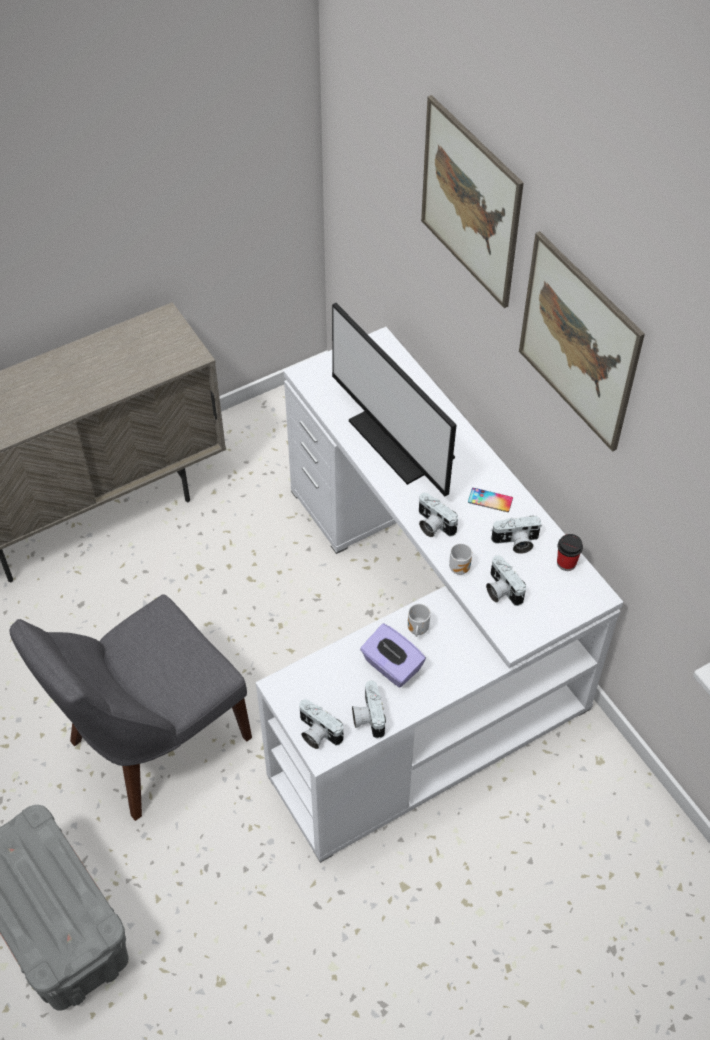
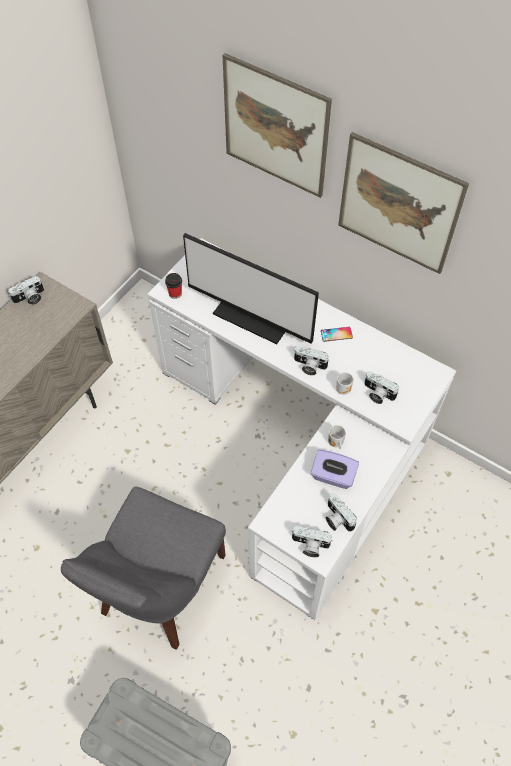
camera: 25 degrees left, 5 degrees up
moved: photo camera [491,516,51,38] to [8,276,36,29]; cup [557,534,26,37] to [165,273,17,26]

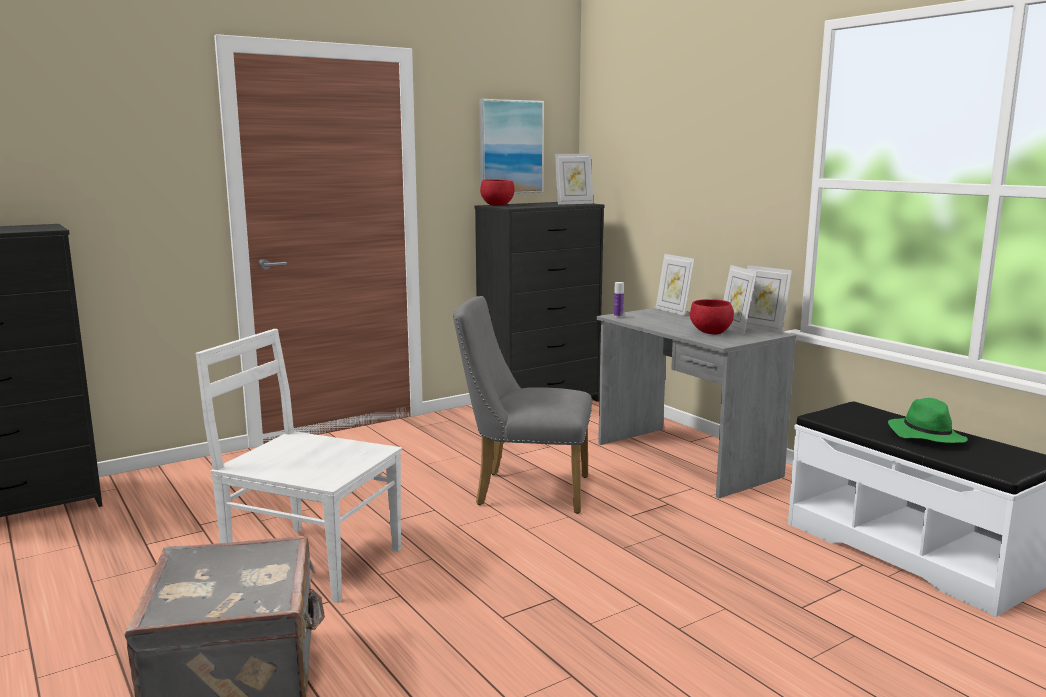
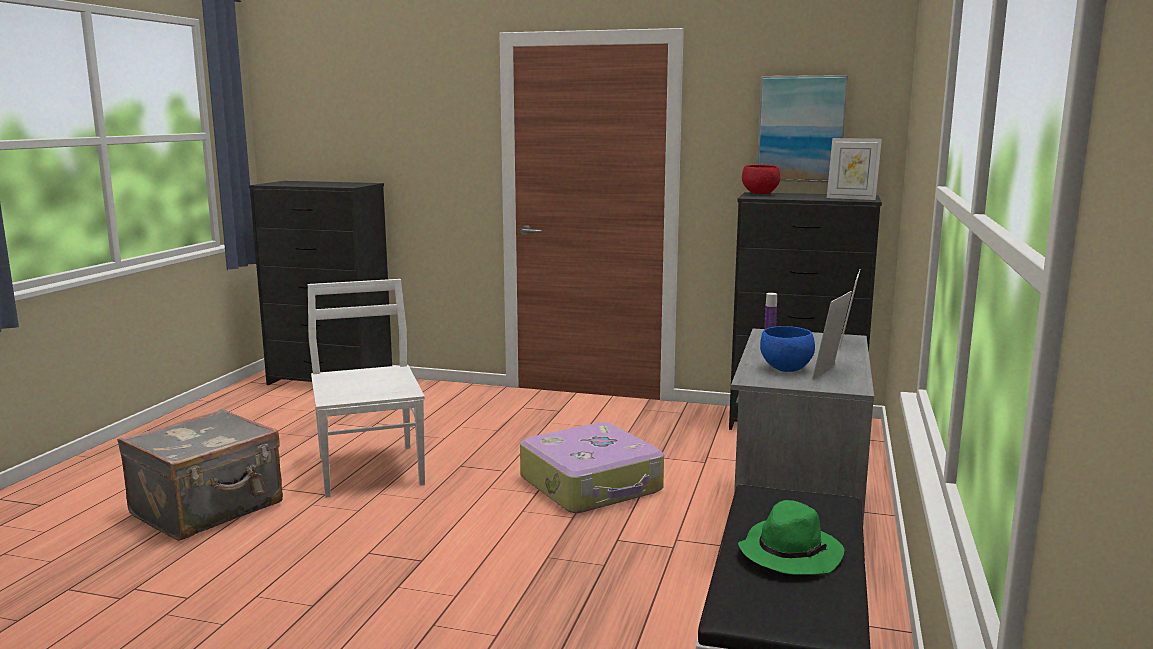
camera: 50 degrees right, 0 degrees up
removed: picture frame [746,265,46,68]
replaced: plain chair (gray) [453,296,139,218] to travel case [520,422,144,91]
recoloured: deep dish (red) [690,299,44,36] to deep dish (blue) [760,326,55,46]

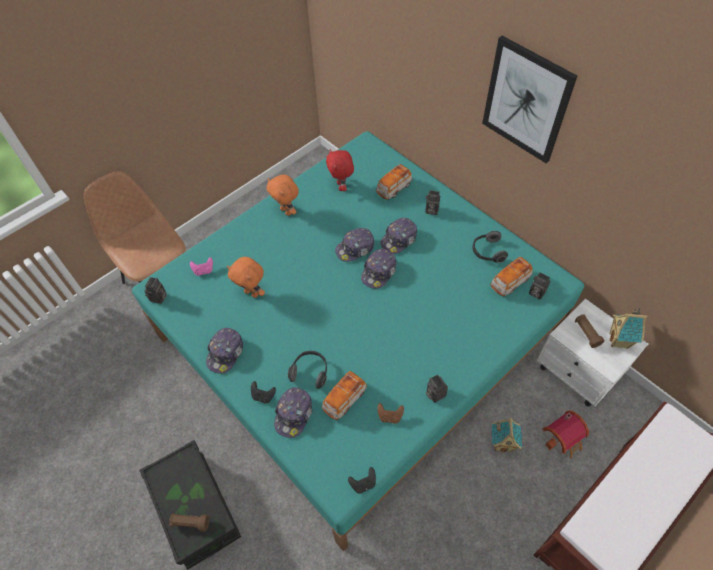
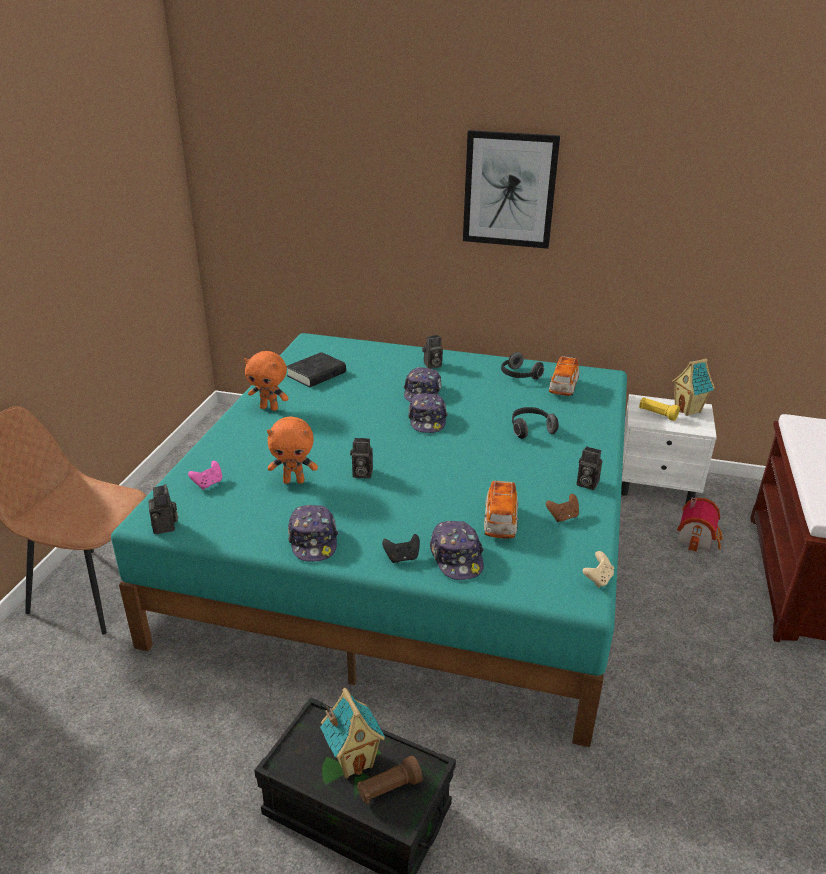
camera: 35 degrees left, 25 degrees down
removed: cap [335,228,39,34]; model car [376,164,36,36]
moved: headset [288,351,39,38] to [512,407,47,32]; miniature house [492,418,30,35] to [320,688,65,90]; photo camera [529,272,21,28] to [350,438,23,40]
replaced: cuddly toy (red) [326,149,28,42] to bound book (blackish) [286,352,60,35]
recoloured: joypad (blackish) [348,467,28,27] to joypad (beige-coloured) [583,551,31,37]; flashlight (brownish) [575,314,29,34] to flashlight (yellowish) [639,397,41,24]

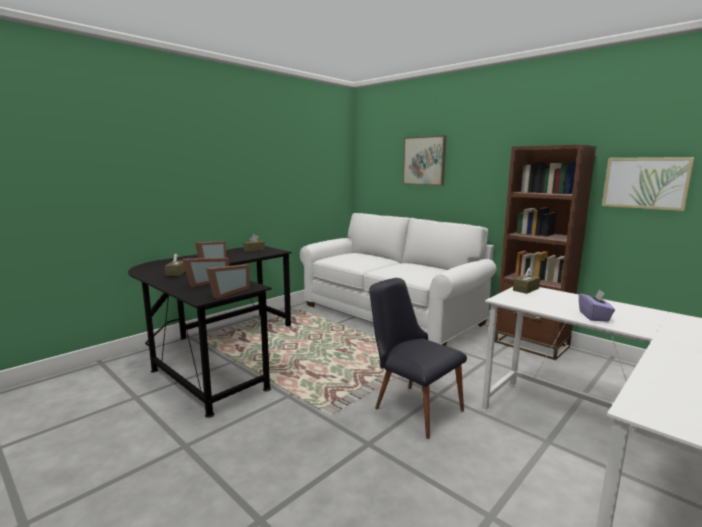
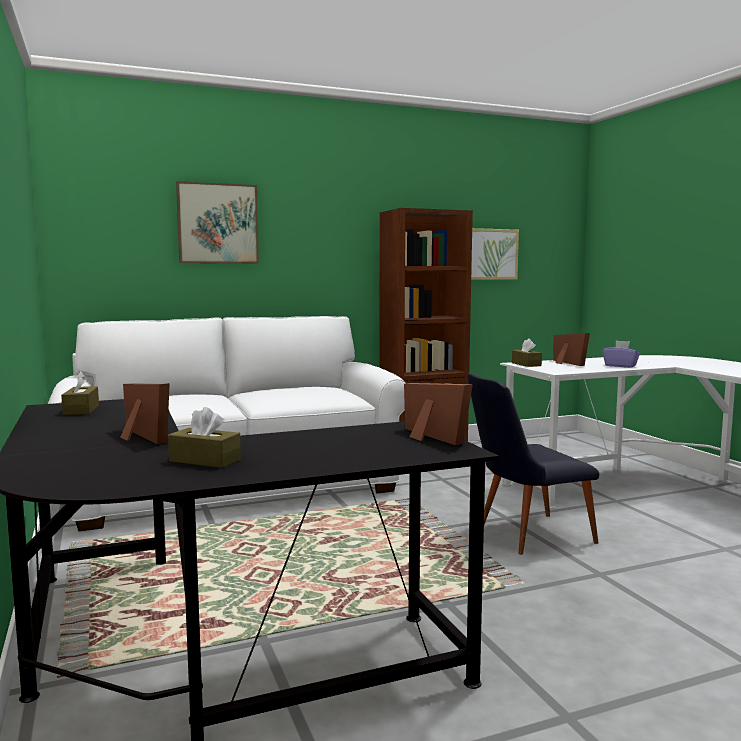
camera: 65 degrees left, 5 degrees down
moved: picture frame [182,258,47,29] to [553,333,37,33]

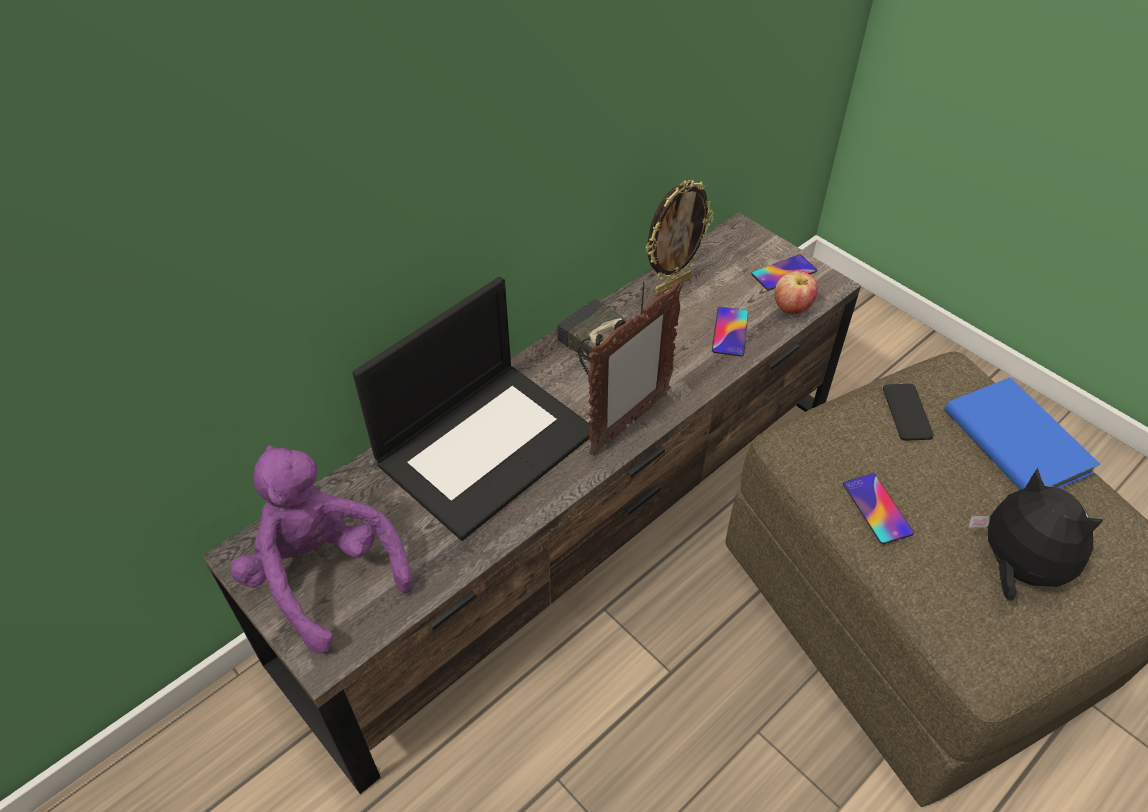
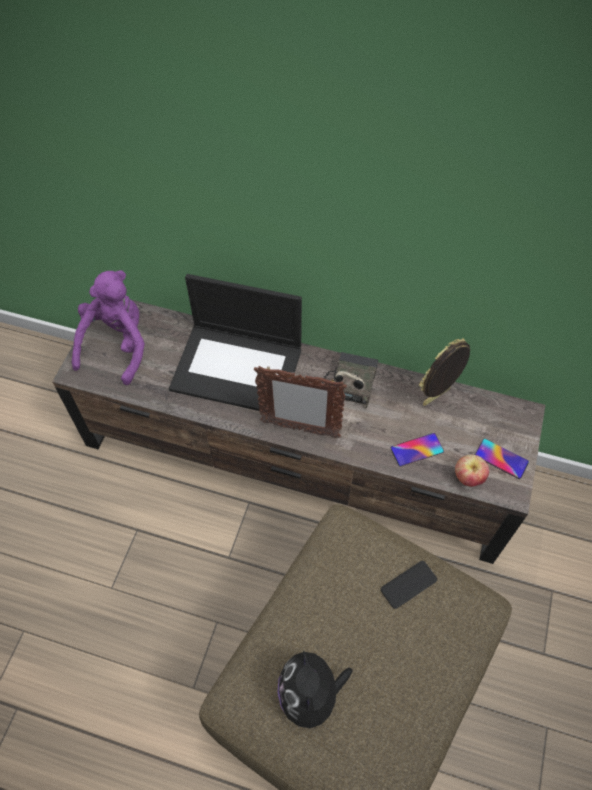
camera: 60 degrees right, 10 degrees up
removed: handset [843,474,71,70]; bound book (blue) [944,377,156,113]
turned: picture frame [645,180,69,115] = [419,338,51,68] 120 degrees clockwise; cuddly toy [969,468,135,133] = [278,651,75,81] 150 degrees clockwise

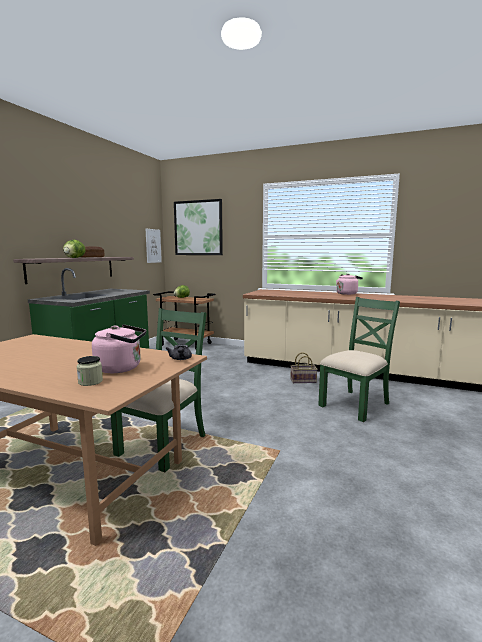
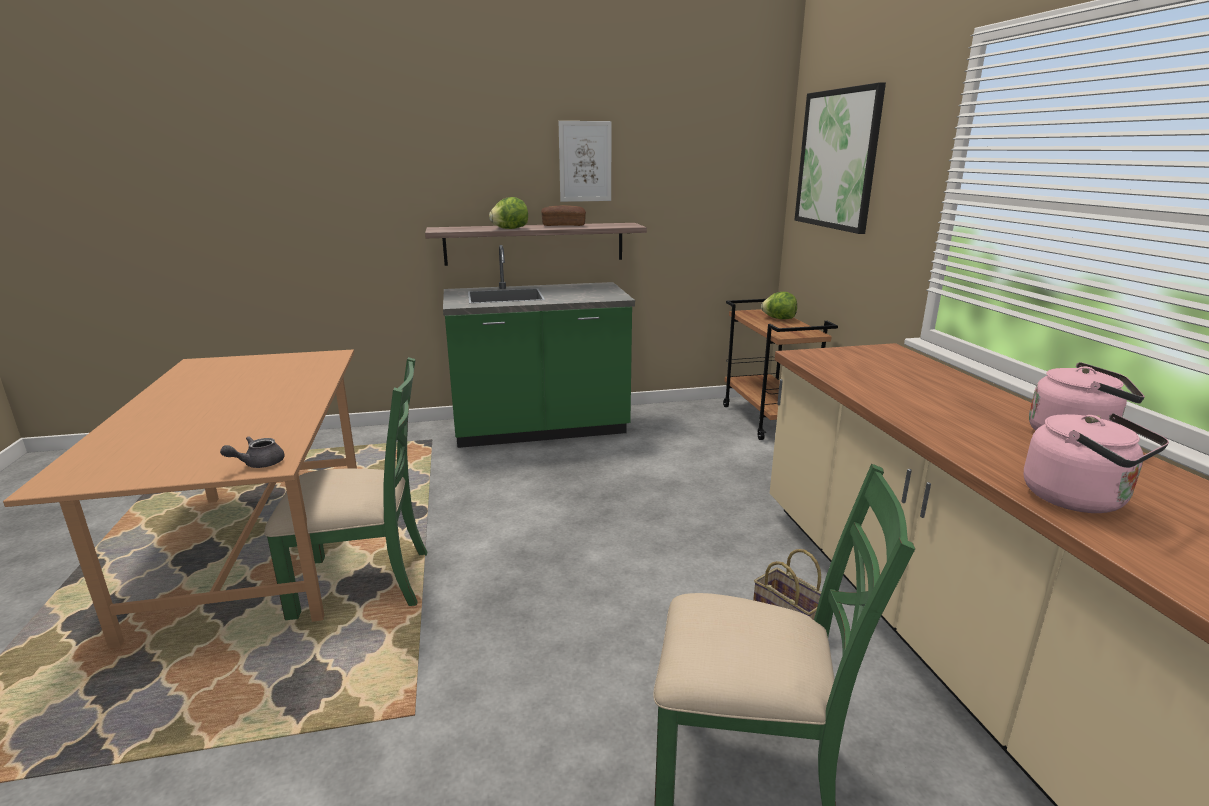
camera: 55 degrees right, 10 degrees up
removed: jar [77,356,26,30]
moved: water kettle (pinkish) [92,324,54,49] to [1024,413,145,100]; wall art [146,229,16,34] to [559,121,53,81]

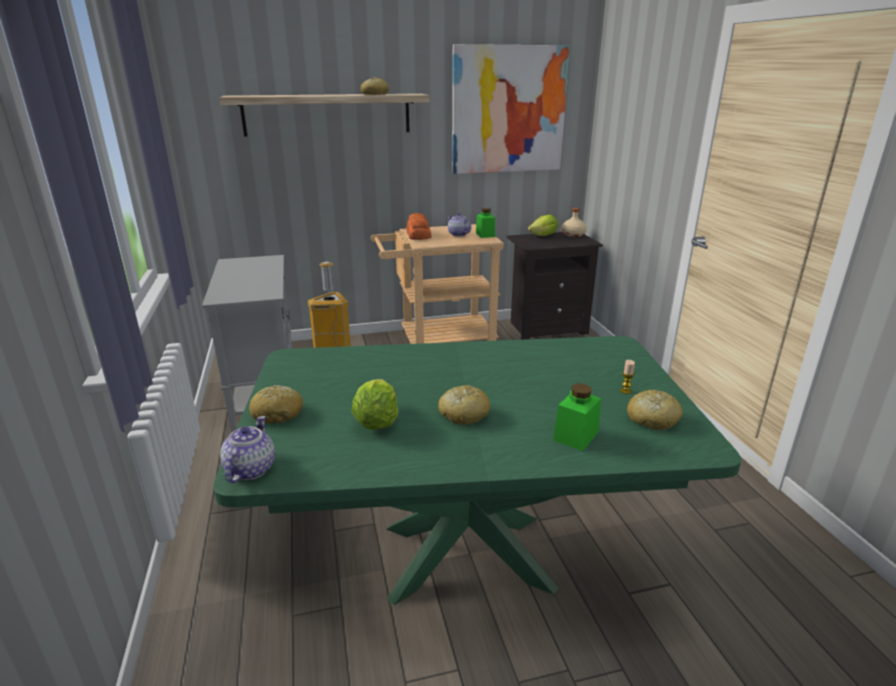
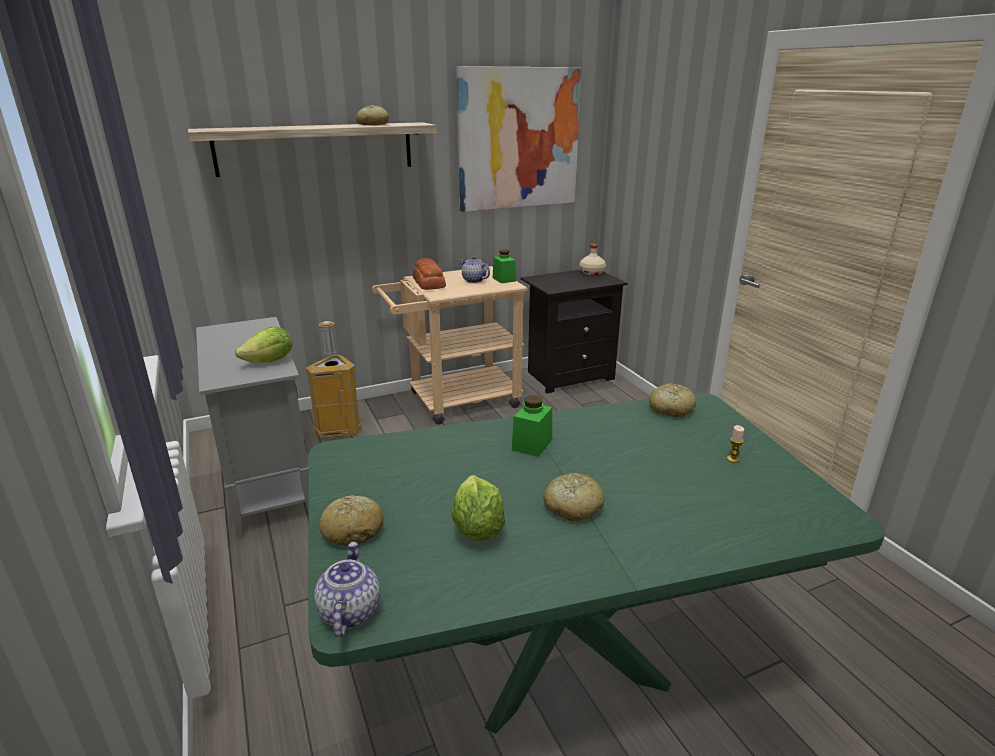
camera: 10 degrees left, 0 degrees up
moved: head of lettuce [528,214,30,22] to [235,326,57,37]; jar (green-coloured) [553,383,48,68] to [512,395,40,62]; baked bread [627,390,55,40] to [649,383,47,34]

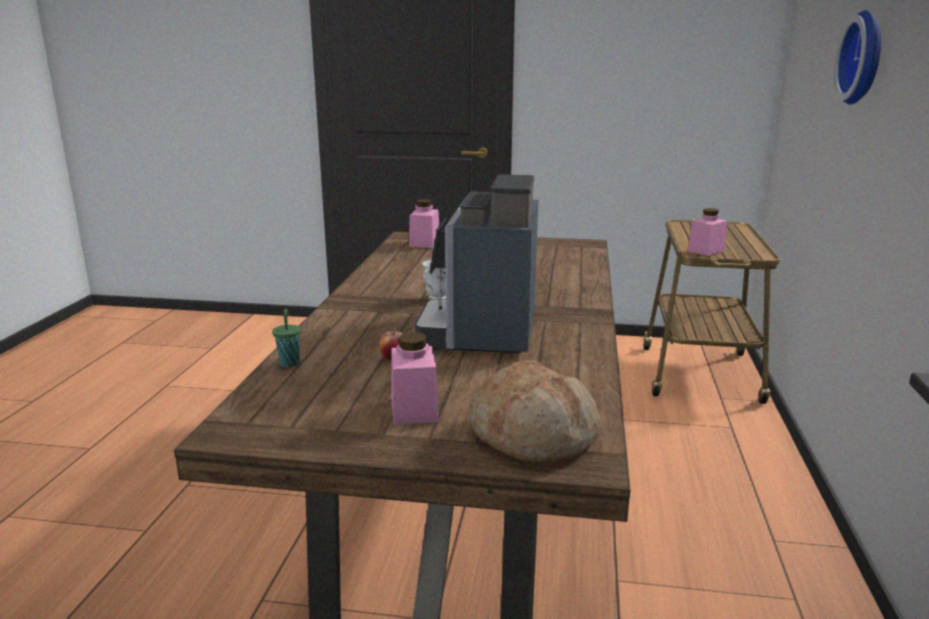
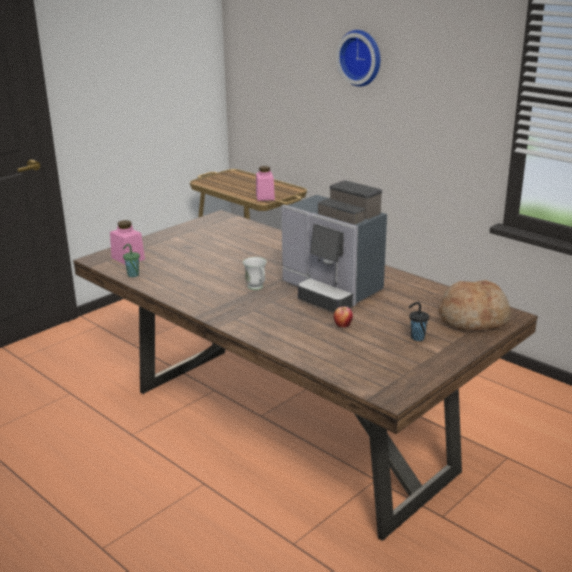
camera: 55 degrees left, 5 degrees up
moved: cup (green-coloured) [272,309,29,58] to [123,244,17,33]
replaced: jar (pinkish) [391,332,48,93] to cup (blackish) [409,302,20,39]

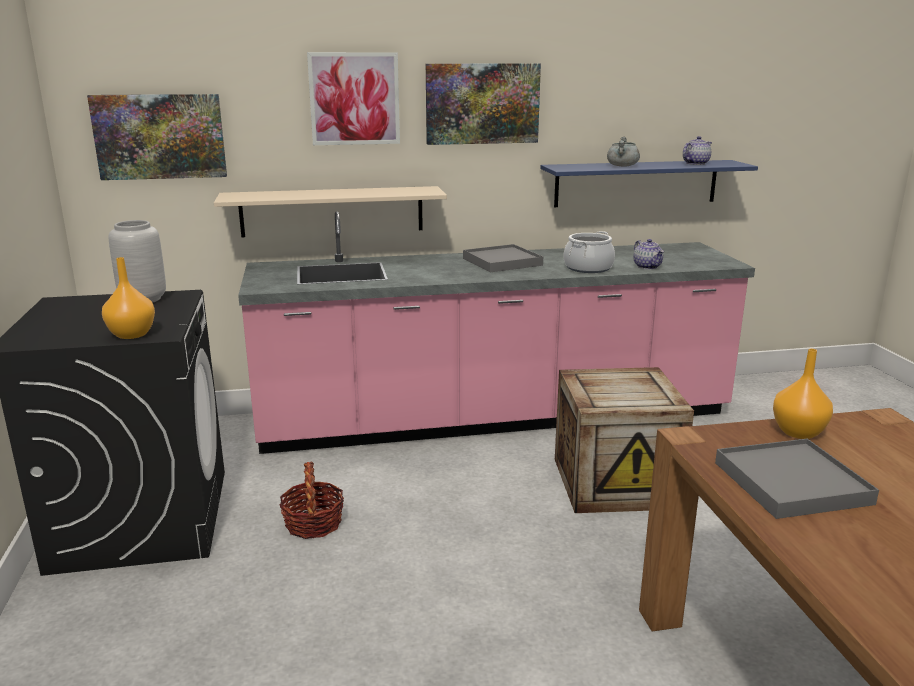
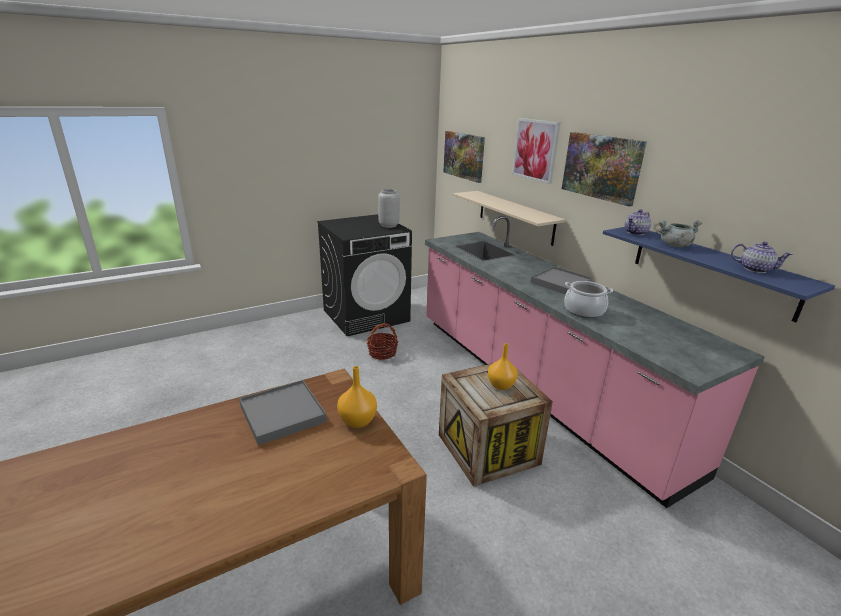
camera: 70 degrees right, 5 degrees up
moved: decorative vase (orange-coloured) [102,257,53,82] to [488,343,30,47]; teapot [633,239,31,30] to [625,209,26,26]

